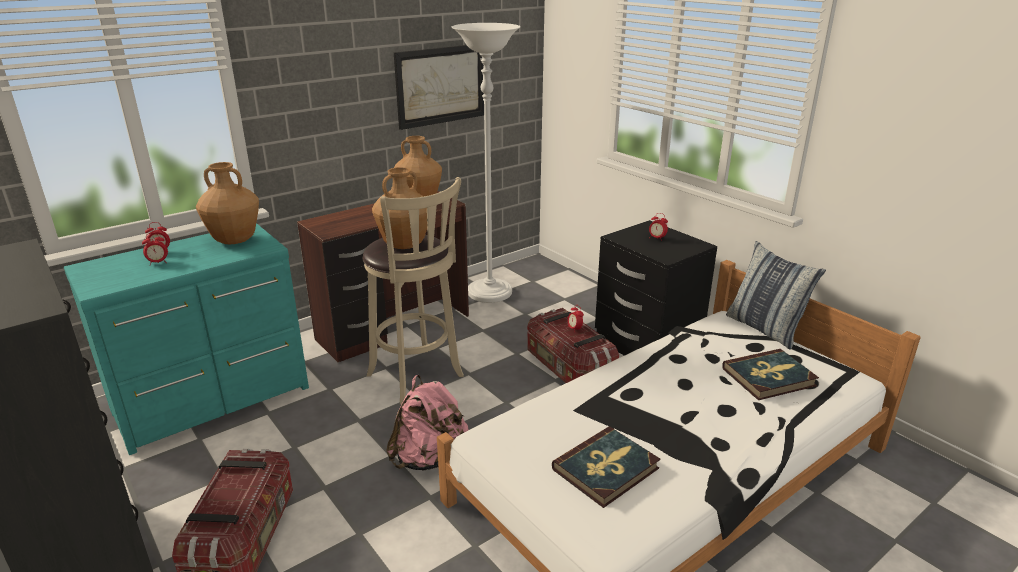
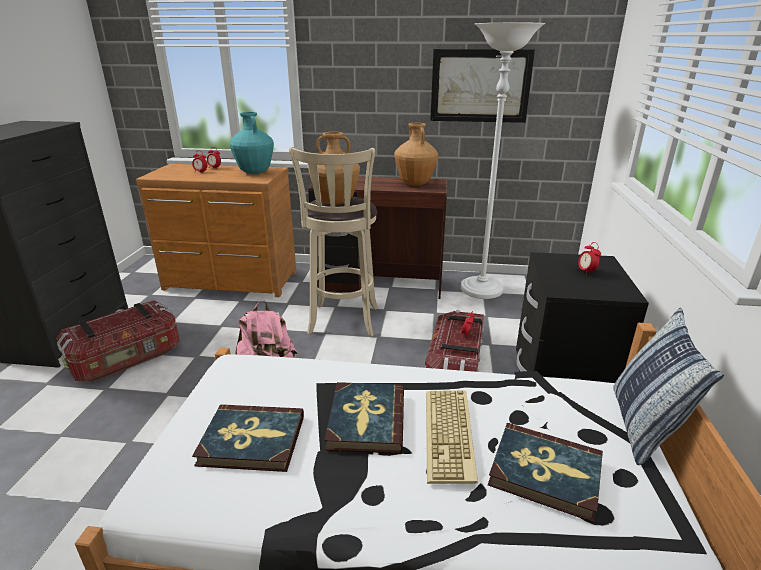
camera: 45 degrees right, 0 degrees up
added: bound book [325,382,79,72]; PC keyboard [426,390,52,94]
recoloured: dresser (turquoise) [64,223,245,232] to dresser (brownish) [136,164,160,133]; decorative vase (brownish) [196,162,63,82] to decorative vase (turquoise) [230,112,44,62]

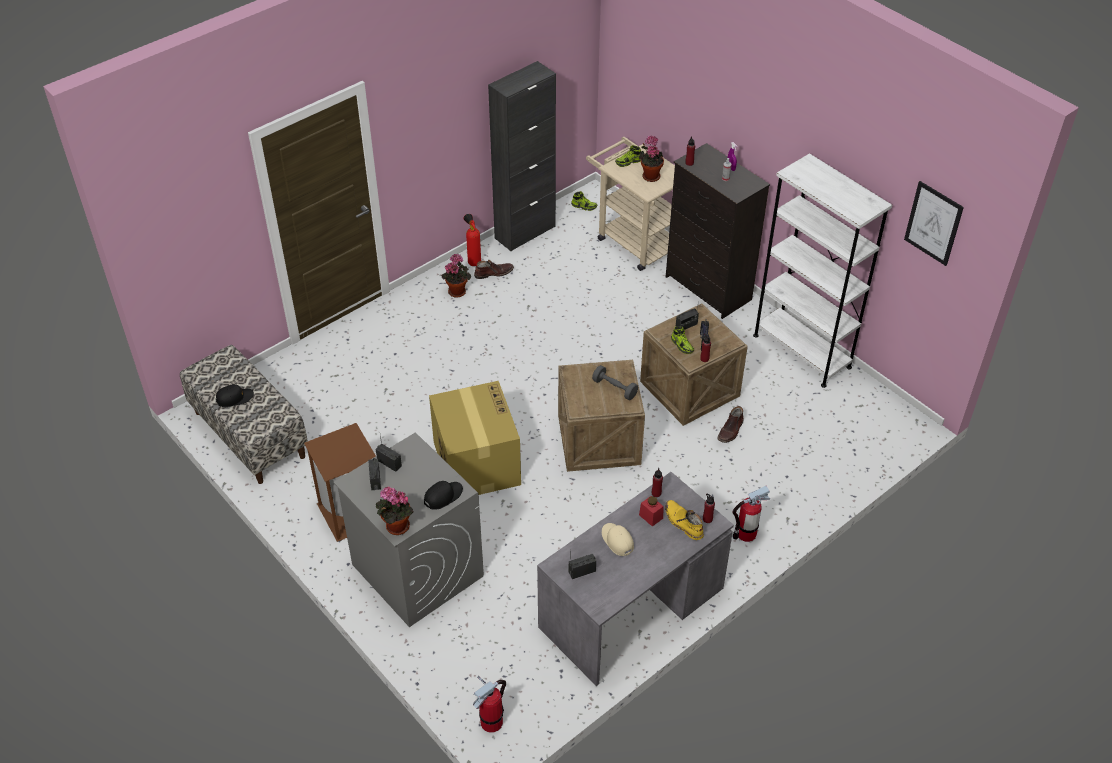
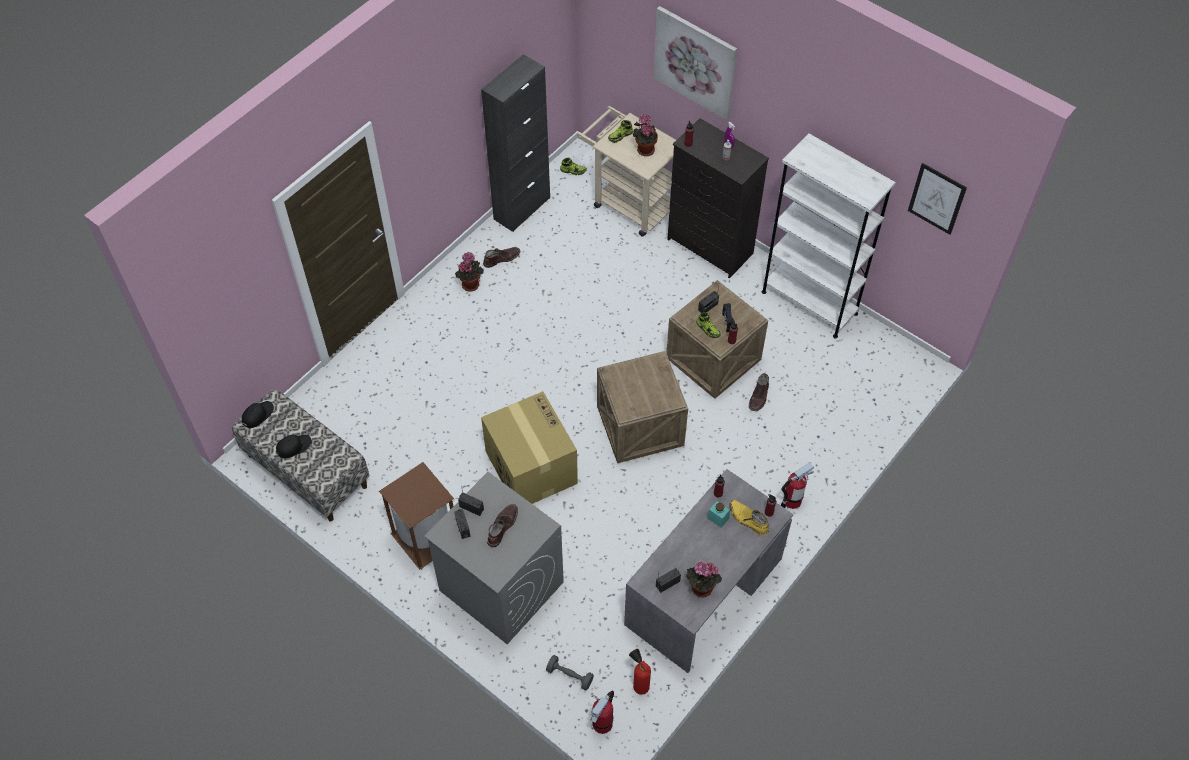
camera: 10 degrees left, 10 degrees up
removed: cap (beige-coloured) [602,523,32,33]
added: boot (brownish) [487,504,31,43]; wall art [653,6,84,114]
moved: potted plant [375,487,38,48] to [686,562,36,35]; cap (blackish) [424,481,39,29] to [242,401,32,27]; extinguisher [463,214,18,52] to [629,649,22,46]; hand weight (gray) [592,365,46,35] to [546,655,48,36]
recoloured: jar (red) [639,496,25,31] to jar (turquoise) [707,501,23,27]

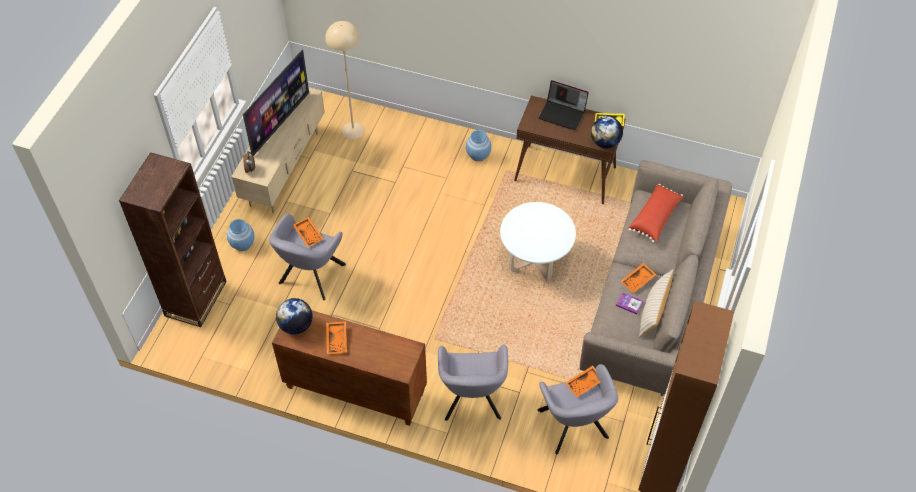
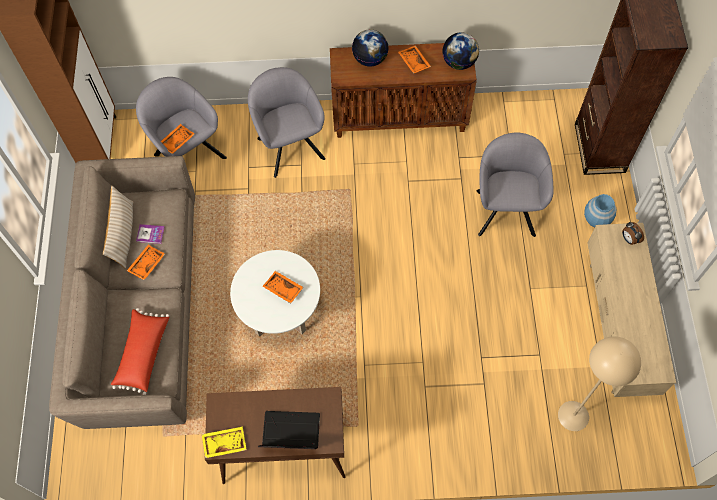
camera: 160 degrees right, 10 degrees up
removed: TV [243,50,66,106]; decorative vase (blue) [466,130,25,31]
moved: tray (orange-coloured) [293,217,30,30] to [263,271,41,33]; desk globe [591,116,32,32] to [352,29,37,38]

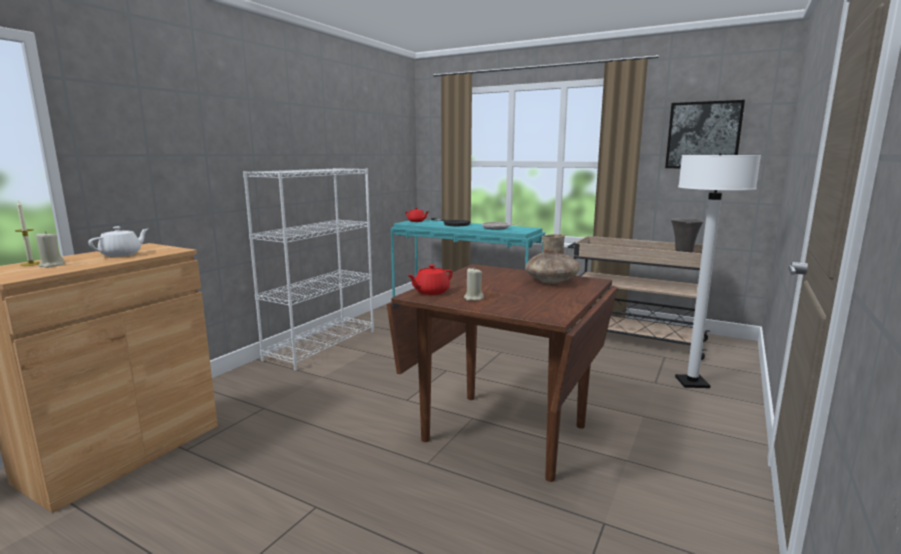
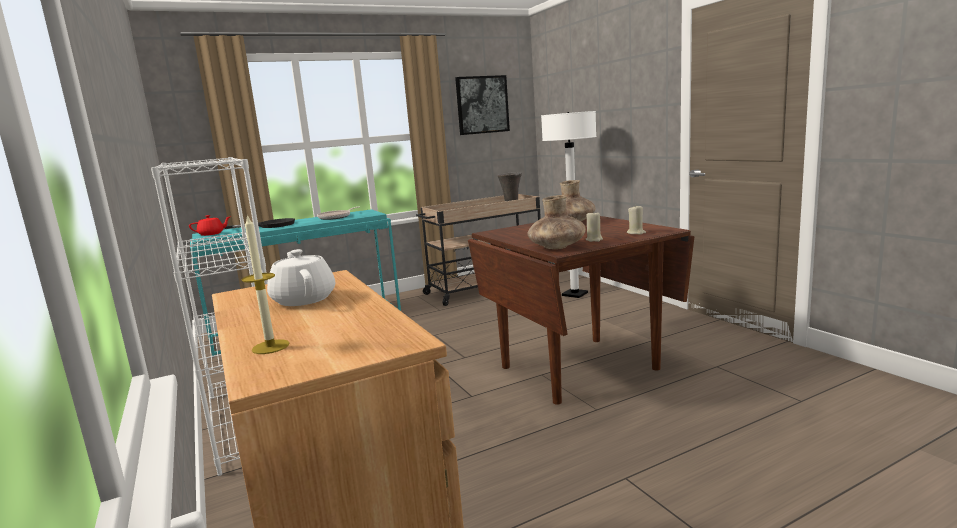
camera: 55 degrees left, 0 degrees up
moved: candle (beige-coloured) [36,231,29,37] to [627,205,19,29]
replaced: teapot (red) [407,264,45,31] to decorative vase (brownish) [527,195,59,54]

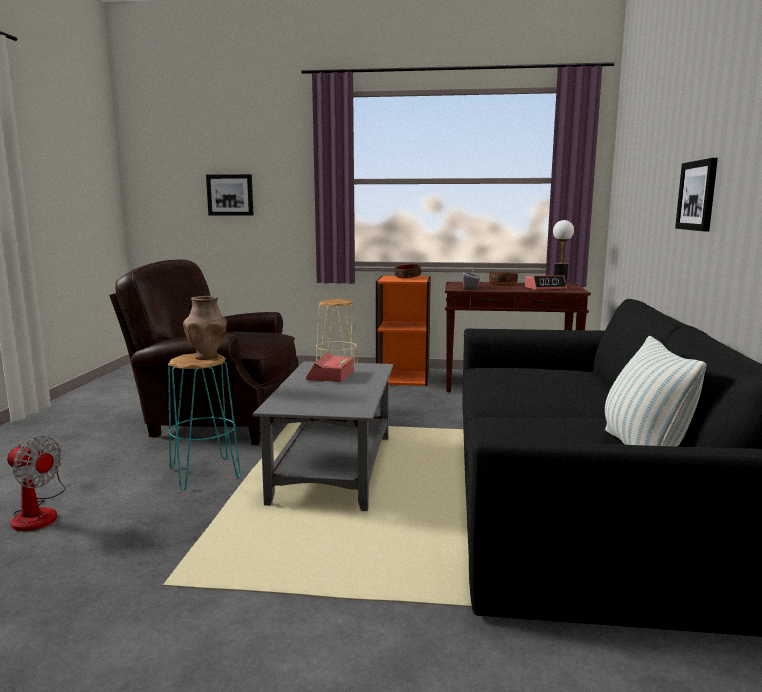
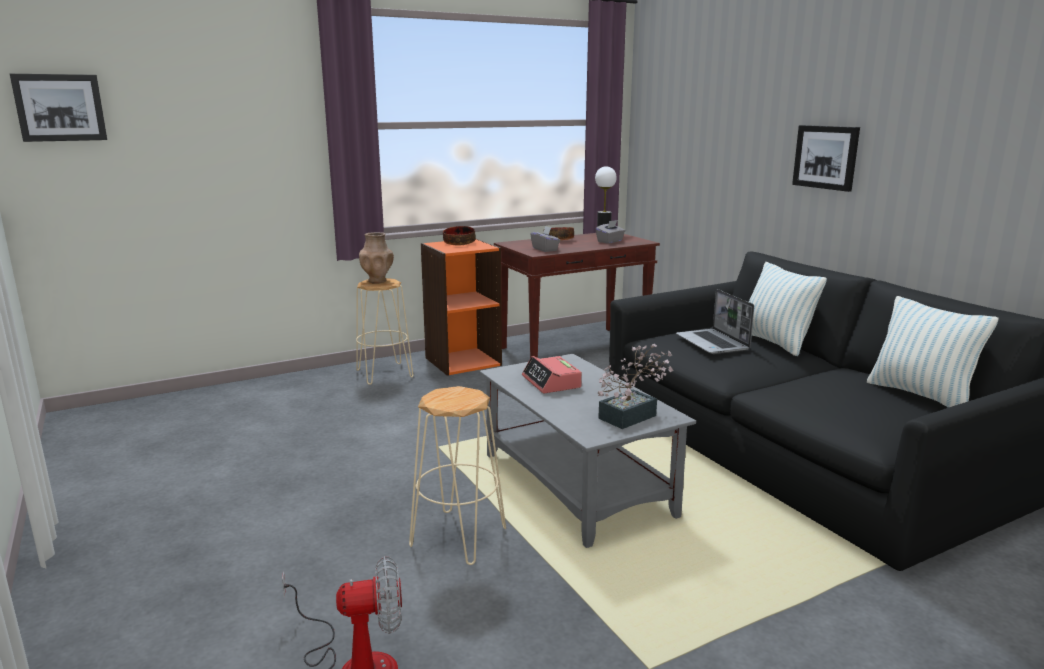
camera: 35 degrees left, 5 degrees up
removed: easy chair (brownish) [109,259,190,186]
added: potted plant [598,344,75,85]; laptop [676,289,78,65]; cushion [749,262,78,94]
moved: decorative vase (brownish) [183,296,44,64] to [359,232,35,52]; wall art [206,174,48,42] to [10,74,97,68]
replaced: table clock [525,275,42,15] to box of tissues (gray) [596,220,29,24]
recoloured: sitting stool (turquoise) [168,353,73,137] to sitting stool (beige-coloured) [409,386,97,179]

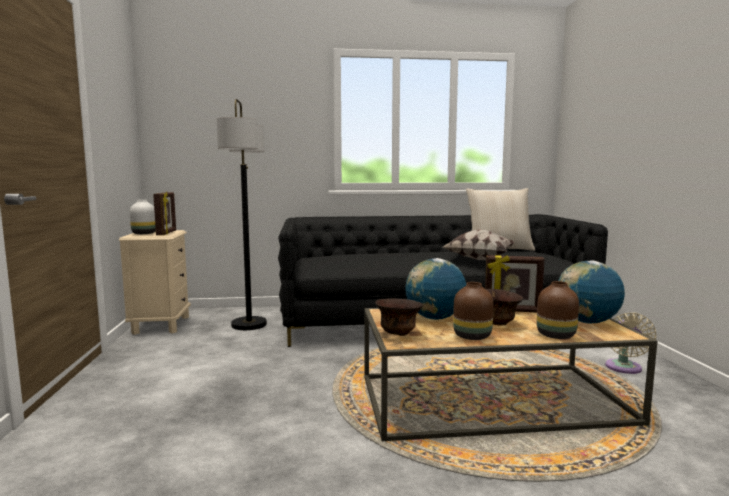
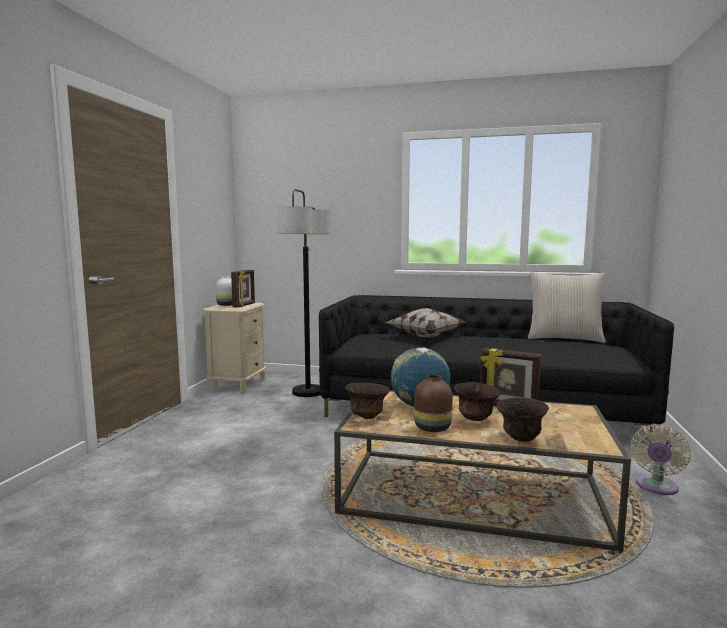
camera: 20 degrees right, 0 degrees up
removed: desk globe [558,260,67,64]
moved: cushion [443,229,72,31] to [386,308,80,30]
replaced: decorative vase (brownish) [537,281,42,58] to deep dish (brownish) [496,397,53,45]

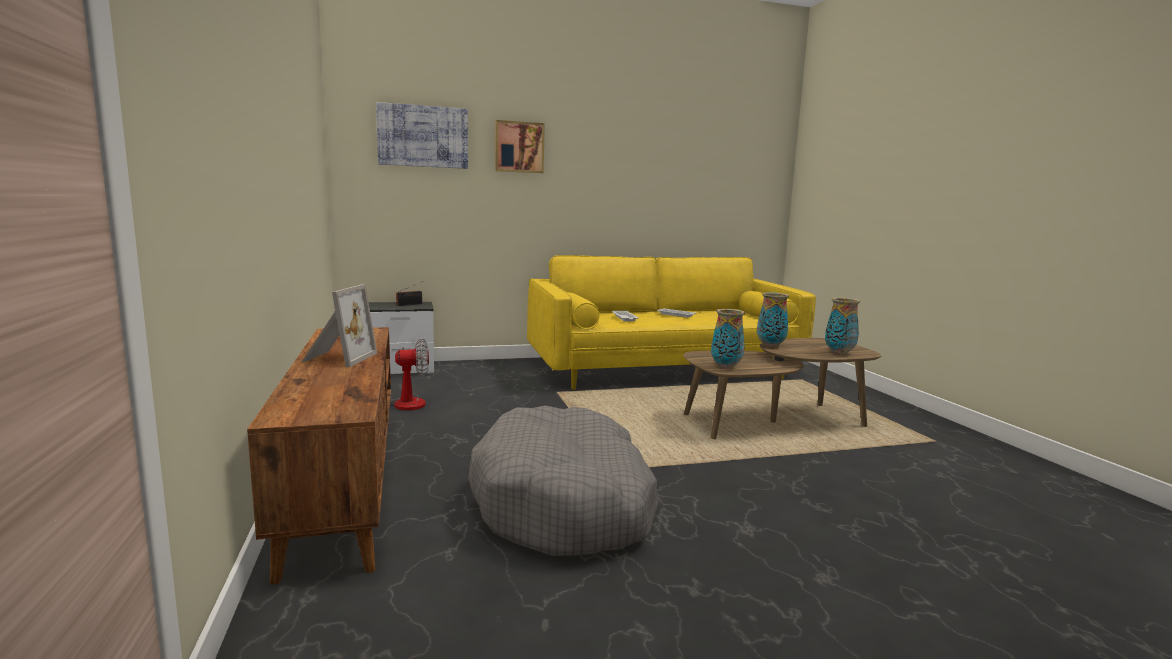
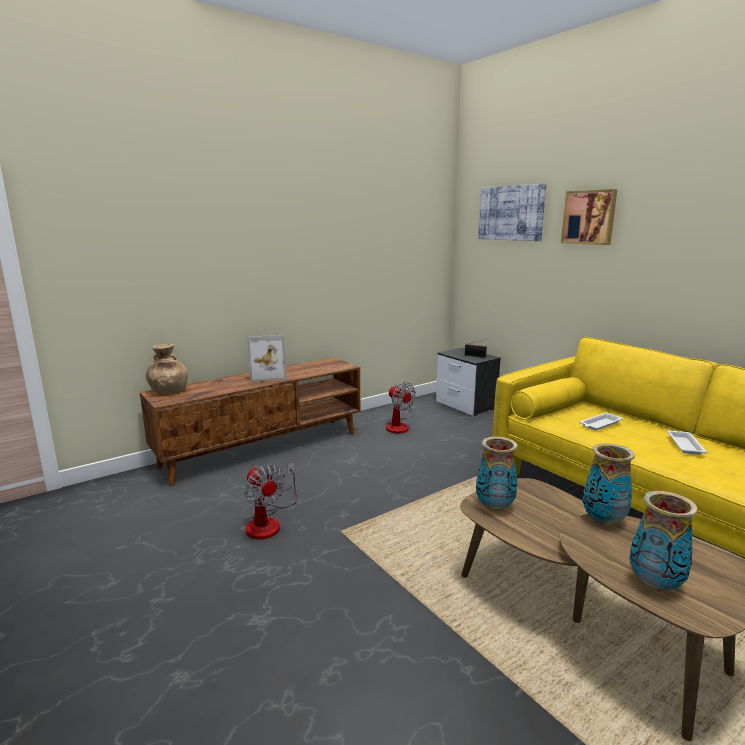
camera: 70 degrees right, 5 degrees up
added: decorative vase (brownish) [146,344,42,50]
replaced: dog cushion (gray) [468,406,191,150] to cooling fan [244,462,54,77]

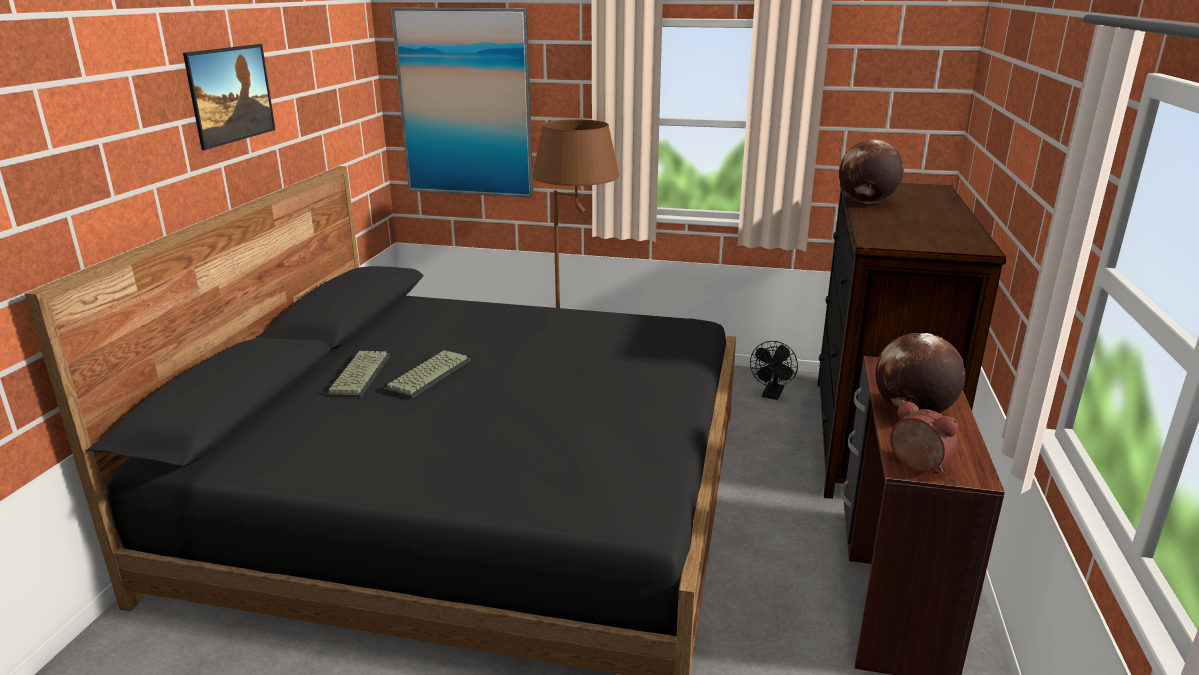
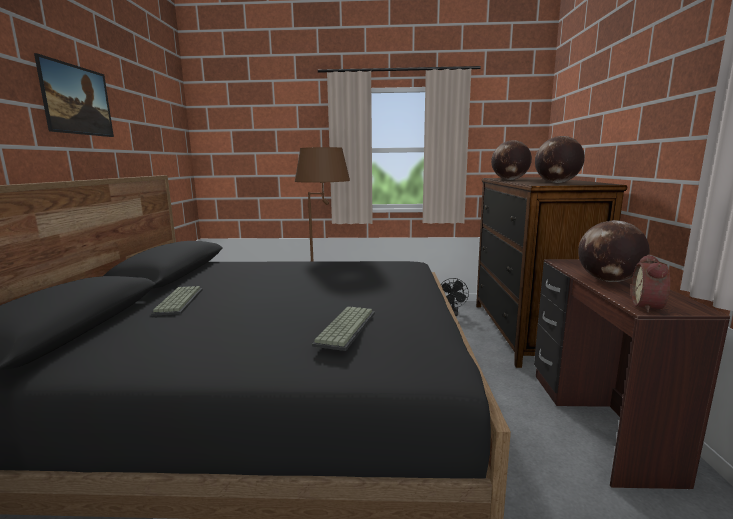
camera: 10 degrees left, 10 degrees down
removed: wall art [391,7,142,191]
added: desk globe [535,136,50,47]
moved: PC keyboard [384,350,87,48] to [312,306,63,45]
turned: table clock [890,400,68,73] = [632,255,38,58] 105 degrees counterclockwise

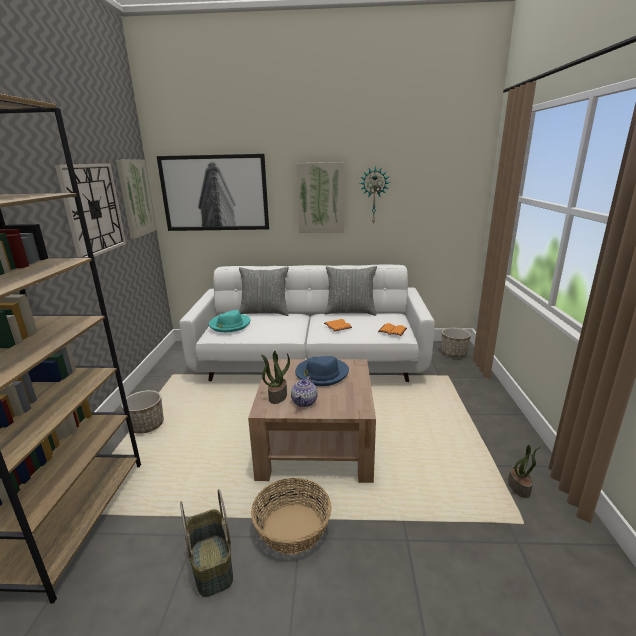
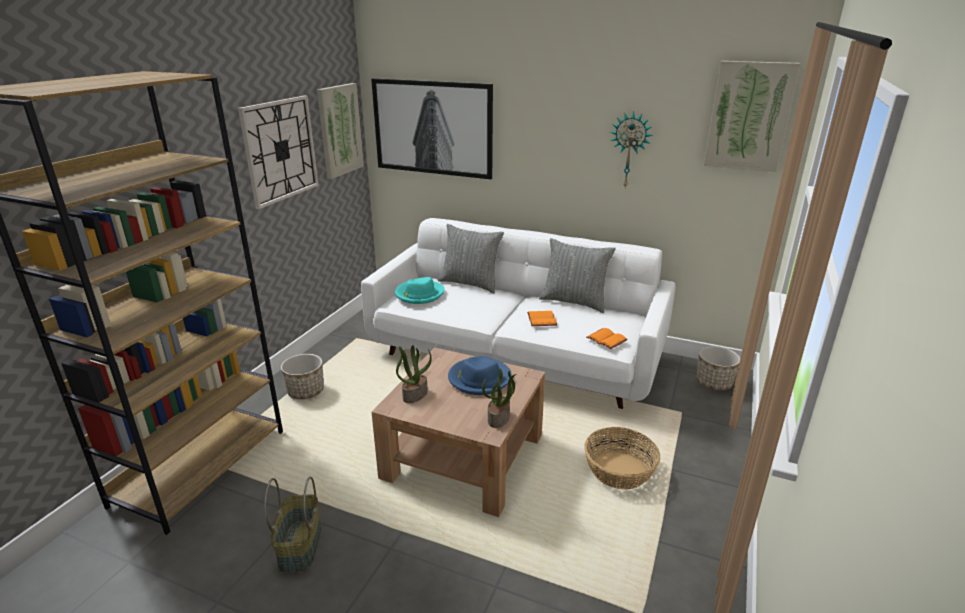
camera: 20 degrees right, 5 degrees up
removed: teapot [291,376,27,31]
moved: household basket [251,478,80,76] to [584,427,76,62]; wall art [296,162,48,71] to [704,61,97,111]; potted plant [508,444,33,54] to [482,368,34,60]

